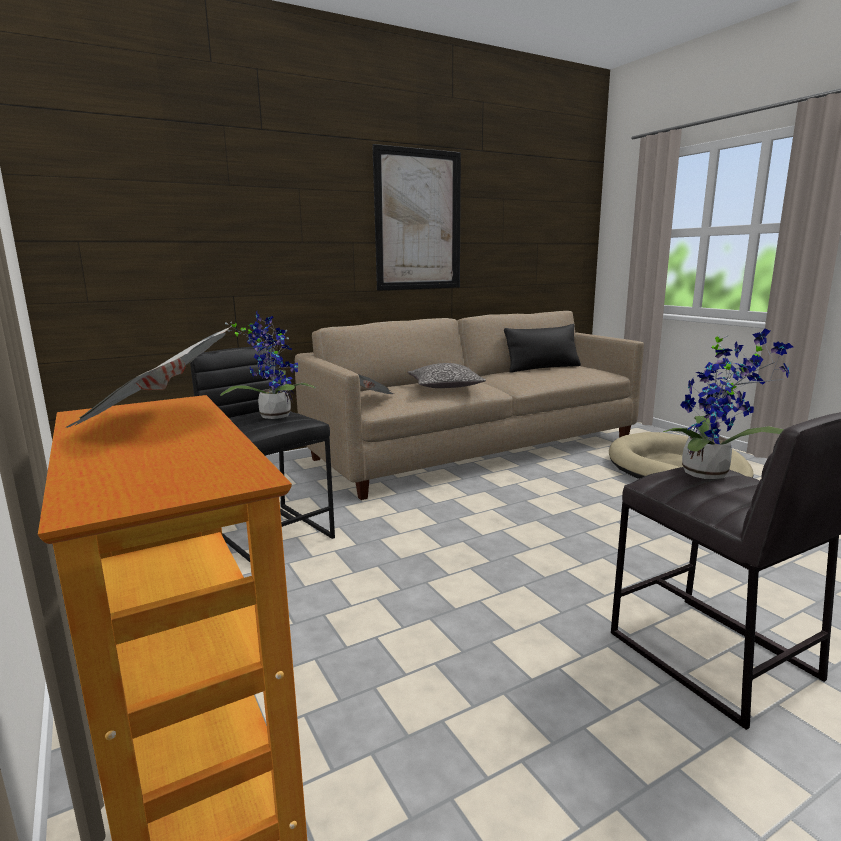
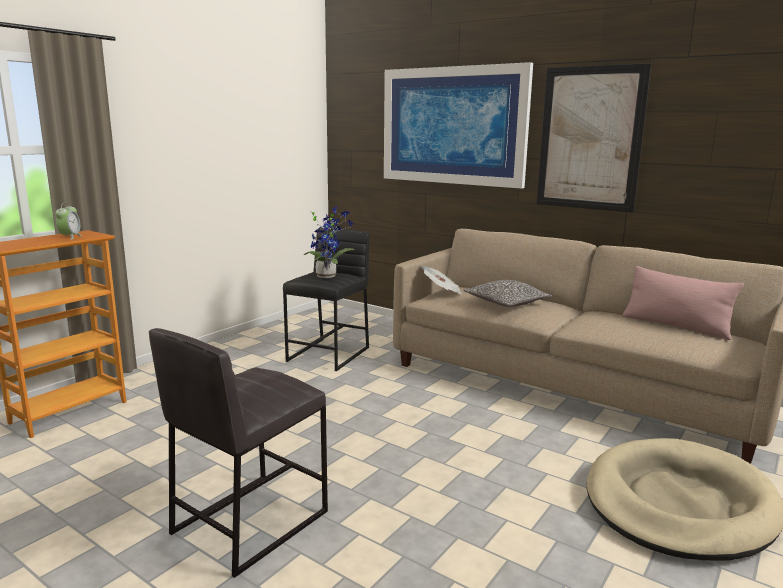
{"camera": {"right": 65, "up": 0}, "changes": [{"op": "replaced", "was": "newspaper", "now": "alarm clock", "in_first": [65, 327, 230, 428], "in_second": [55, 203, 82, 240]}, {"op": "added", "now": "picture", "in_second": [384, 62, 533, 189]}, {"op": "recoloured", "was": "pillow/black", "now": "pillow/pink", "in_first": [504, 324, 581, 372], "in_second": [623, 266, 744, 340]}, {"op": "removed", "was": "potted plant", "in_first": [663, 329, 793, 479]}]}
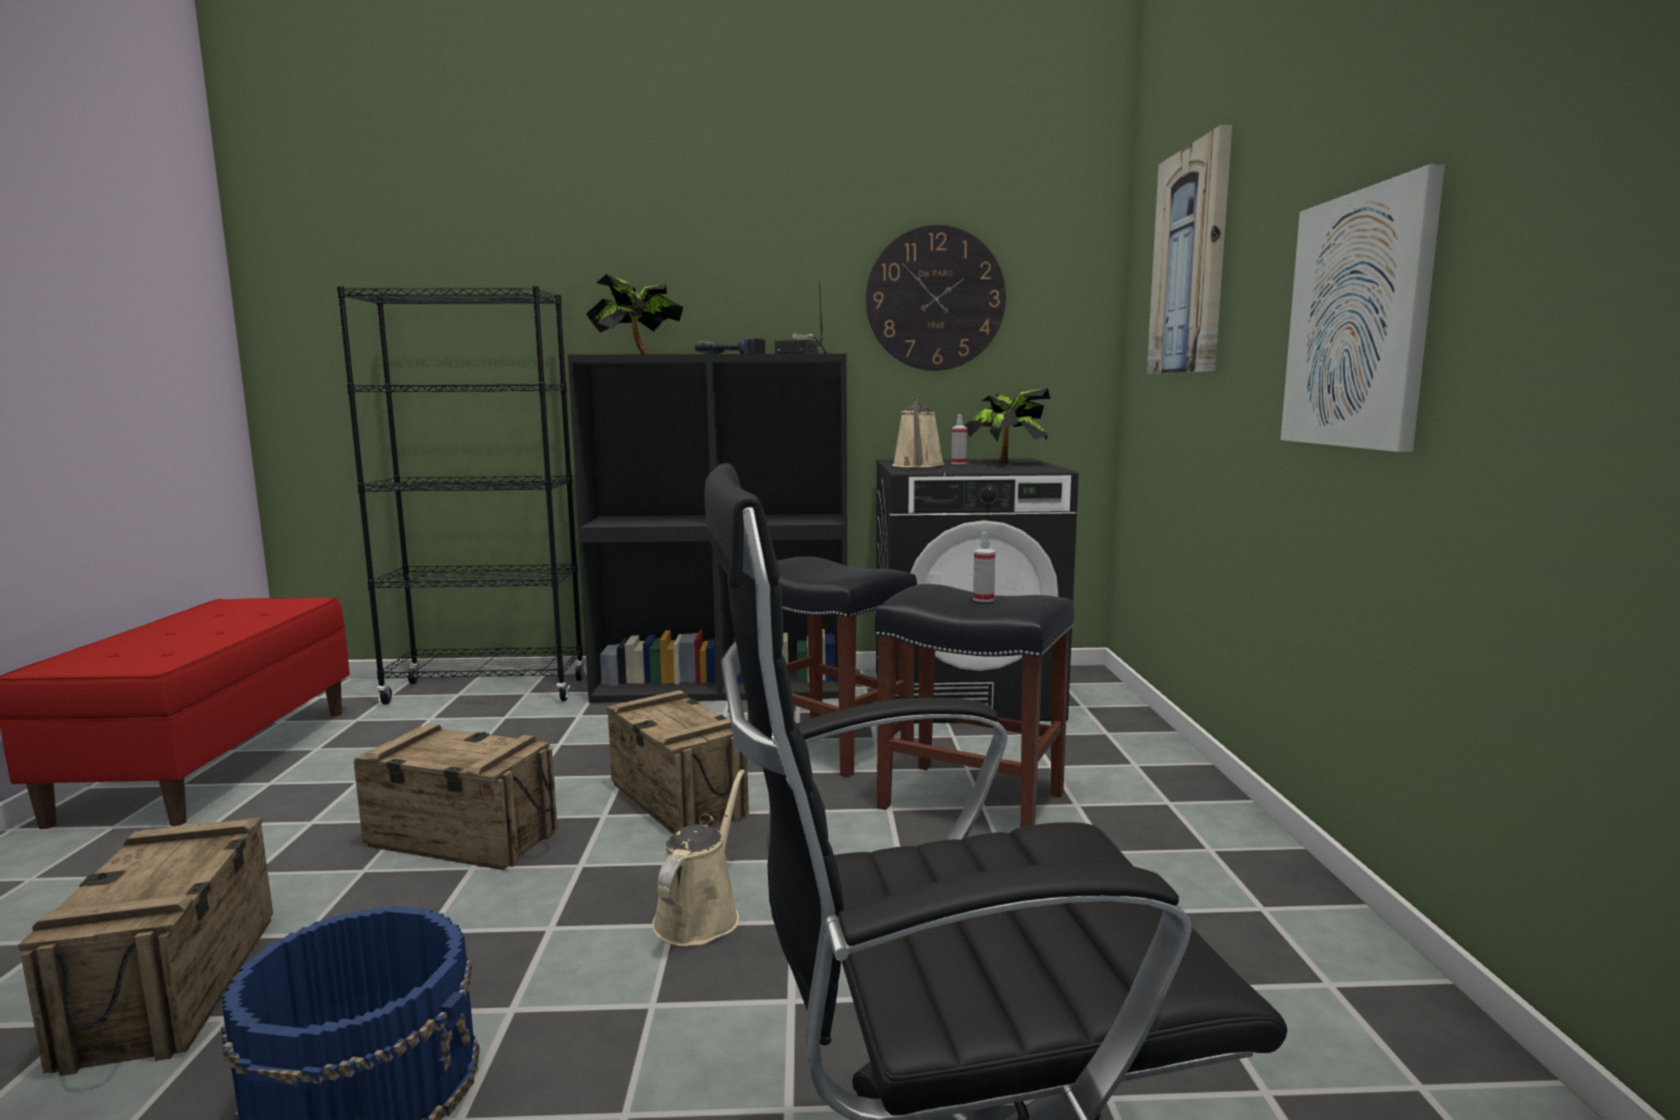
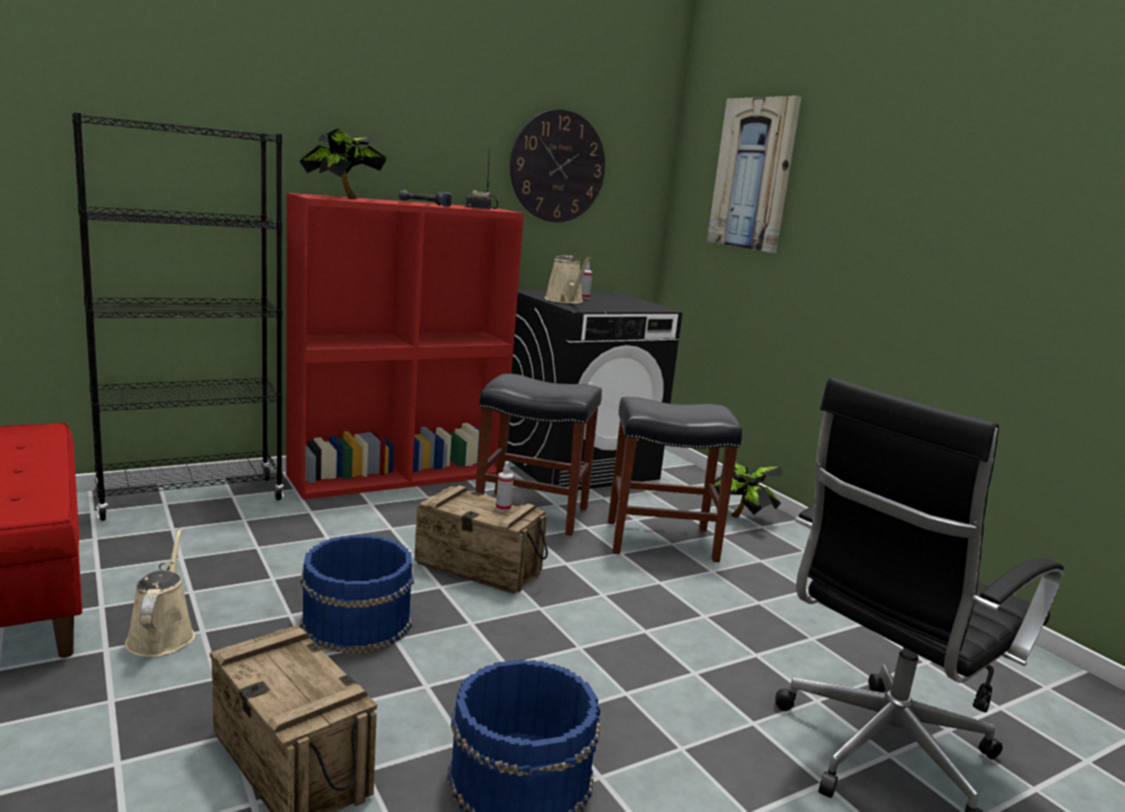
{"camera": {"right": -30, "up": 5}, "changes": [{"op": "moved", "was": "watering can/beige", "in_first": [652, 770, 745, 947], "in_second": [125, 528, 195, 657]}, {"op": "recoloured", "was": "bookcase/black", "now": "bookcase/red", "in_first": [568, 354, 847, 703], "in_second": [286, 193, 524, 500]}, {"op": "replaced", "was": "crate", "now": "bucket/blue", "in_first": [354, 724, 557, 870], "in_second": [300, 535, 414, 653]}, {"op": "moved", "was": "spray bottle", "in_first": [973, 532, 995, 602], "in_second": [496, 462, 514, 511]}, {"op": "moved", "was": "potted plant", "in_first": [964, 388, 1050, 463], "in_second": [714, 462, 782, 517]}, {"op": "removed", "was": "picture", "in_first": [1281, 164, 1445, 452]}]}
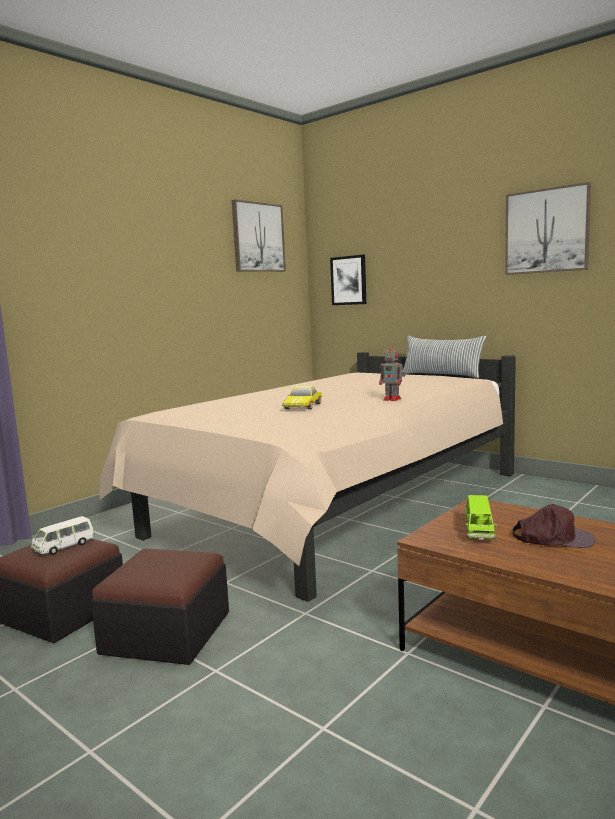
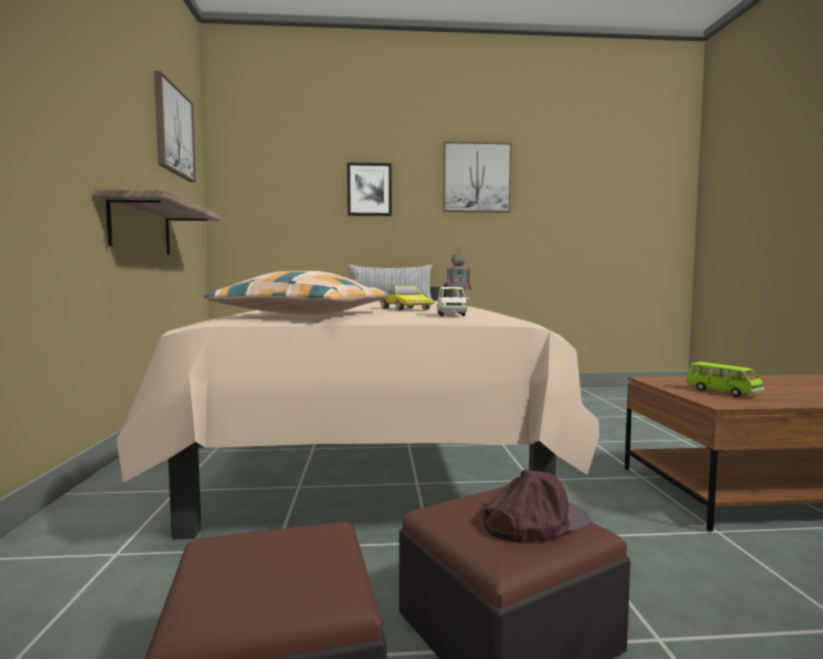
{"camera": {"right": -45, "up": -5}, "changes": [{"op": "added", "now": "shelf", "in_second": [95, 189, 222, 255]}, {"op": "added", "now": "pillow", "in_second": [204, 271, 390, 315]}, {"op": "moved", "was": "picture", "in_first": [330, 255, 366, 305], "in_second": [347, 162, 392, 216]}, {"op": "moved", "was": "toy car/white", "in_first": [31, 516, 95, 555], "in_second": [437, 287, 469, 316]}, {"op": "moved", "was": "cap/brown", "in_first": [513, 504, 595, 548], "in_second": [483, 470, 591, 543]}]}
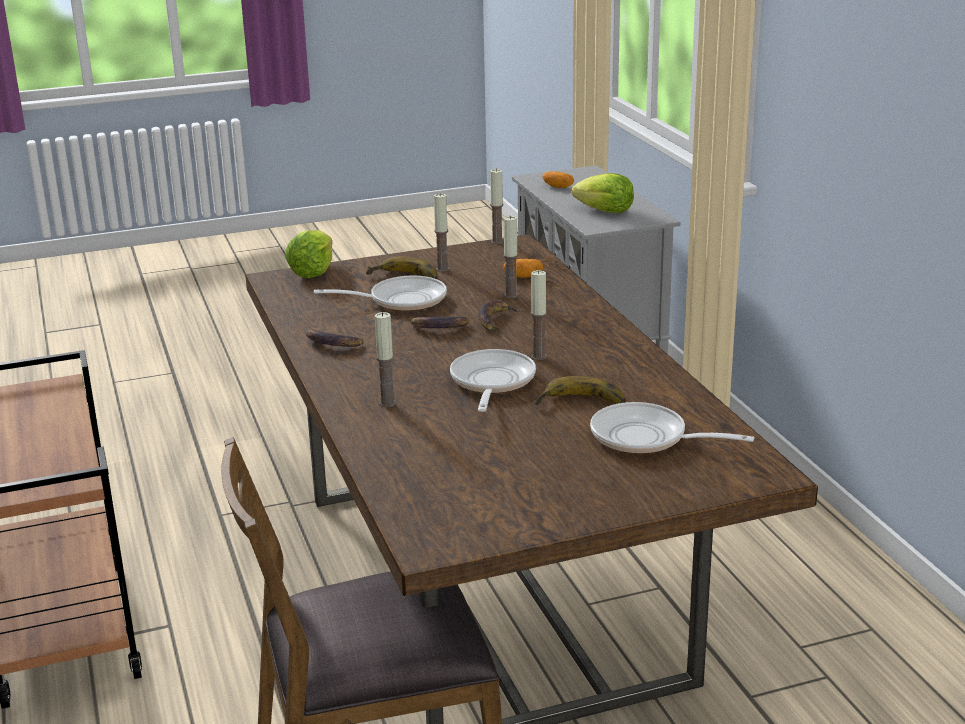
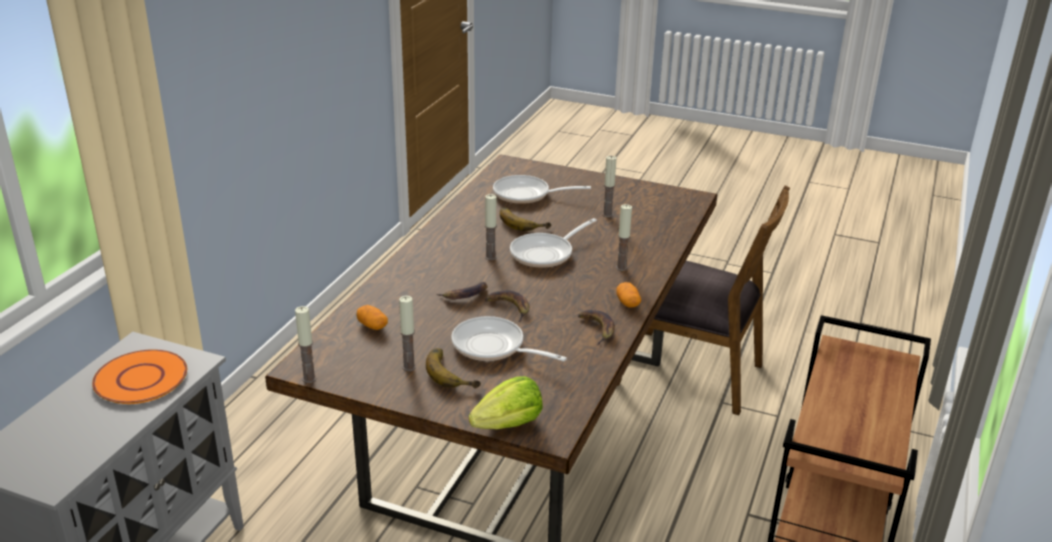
{"camera": {"right": -140, "up": 5}, "changes": [{"op": "replaced", "was": "lettuce", "now": "plate/orange", "in_first": [571, 173, 634, 213], "in_second": [92, 349, 187, 404]}, {"op": "turned", "was": "frying pan", "in_first": [590, 402, 754, 454], "in_second": [493, 175, 591, 204], "clockwise": 120}, {"op": "moved", "was": "candle", "in_first": [503, 216, 518, 298], "in_second": [602, 156, 617, 218]}, {"op": "moved", "was": "potato", "in_first": [542, 171, 574, 188], "in_second": [616, 282, 641, 308]}]}
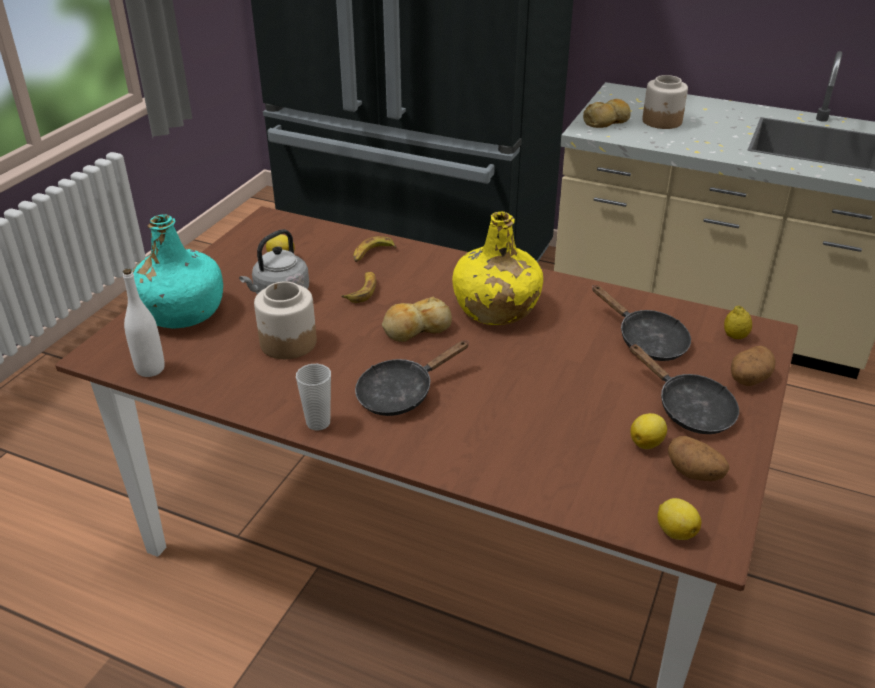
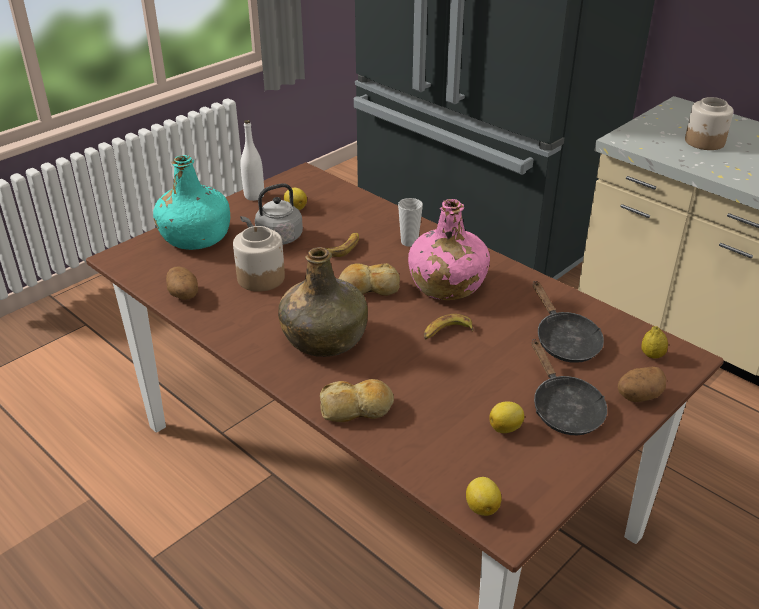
{"camera": {"right": 20, "up": 0}, "changes": [{"op": "moved", "was": "potato", "in_first": [668, 436, 730, 481], "in_second": [166, 266, 198, 300]}, {"op": "moved", "was": "bottle/white", "in_first": [123, 269, 165, 377], "in_second": [241, 120, 264, 201]}, {"op": "replaced", "was": "frying pan/black", "now": "bottle/green", "in_first": [355, 340, 469, 416], "in_second": [278, 247, 368, 357]}, {"op": "moved", "was": "bread", "in_first": [583, 99, 631, 128], "in_second": [320, 379, 394, 422]}, {"op": "moved", "was": "cup", "in_first": [296, 364, 331, 431], "in_second": [398, 198, 423, 247]}, {"op": "recoloured", "was": "bottle/yellow", "now": "bottle/pink", "in_first": [452, 212, 543, 325], "in_second": [408, 199, 490, 300]}, {"op": "moved", "was": "banana", "in_first": [353, 236, 396, 262], "in_second": [424, 314, 474, 339]}]}
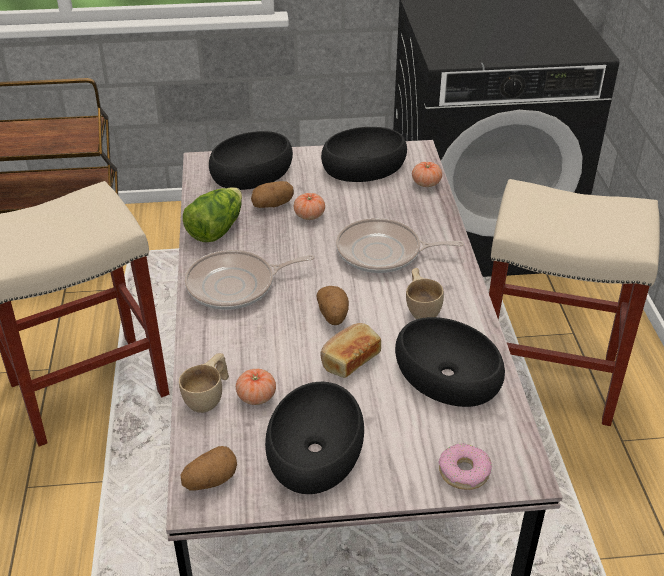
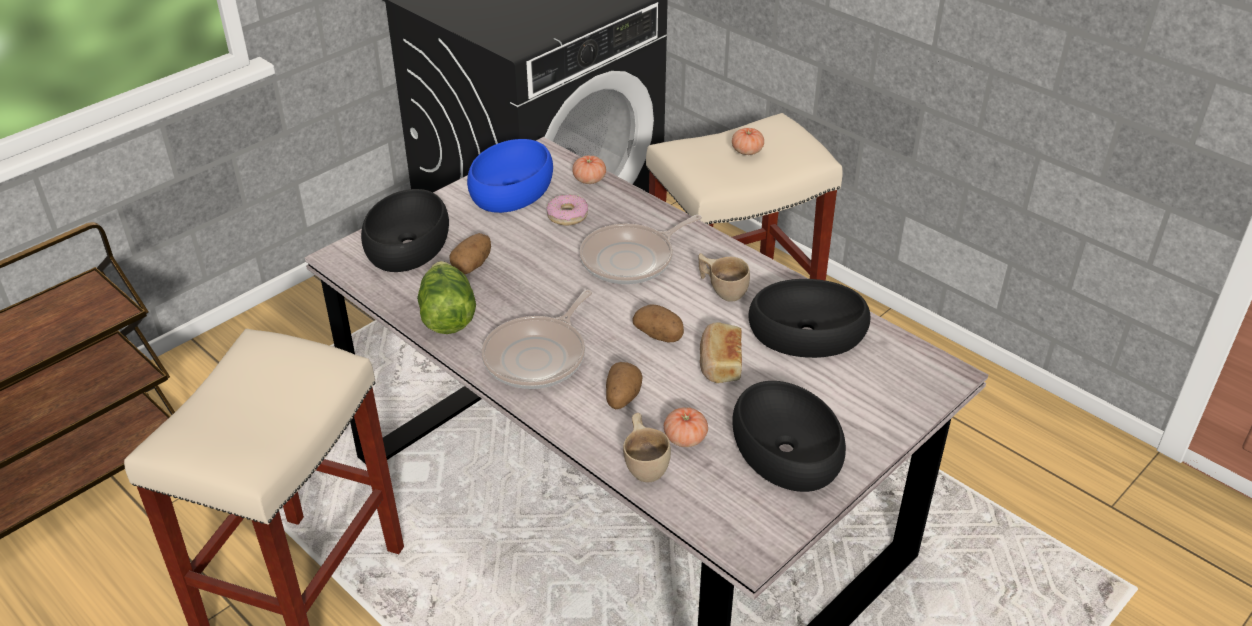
{"camera": {"right": -40, "up": 0}, "changes": [{"op": "recoloured", "was": "bowl/black", "now": "bowl/blue", "in_first": [321, 127, 407, 182], "in_second": [467, 139, 553, 213]}, {"op": "moved", "was": "donut", "in_first": [438, 443, 492, 490], "in_second": [546, 195, 588, 225]}, {"op": "moved", "was": "potato", "in_first": [181, 446, 237, 491], "in_second": [606, 362, 643, 409]}, {"op": "moved", "was": "tomato", "in_first": [294, 193, 325, 220], "in_second": [732, 128, 764, 155]}]}
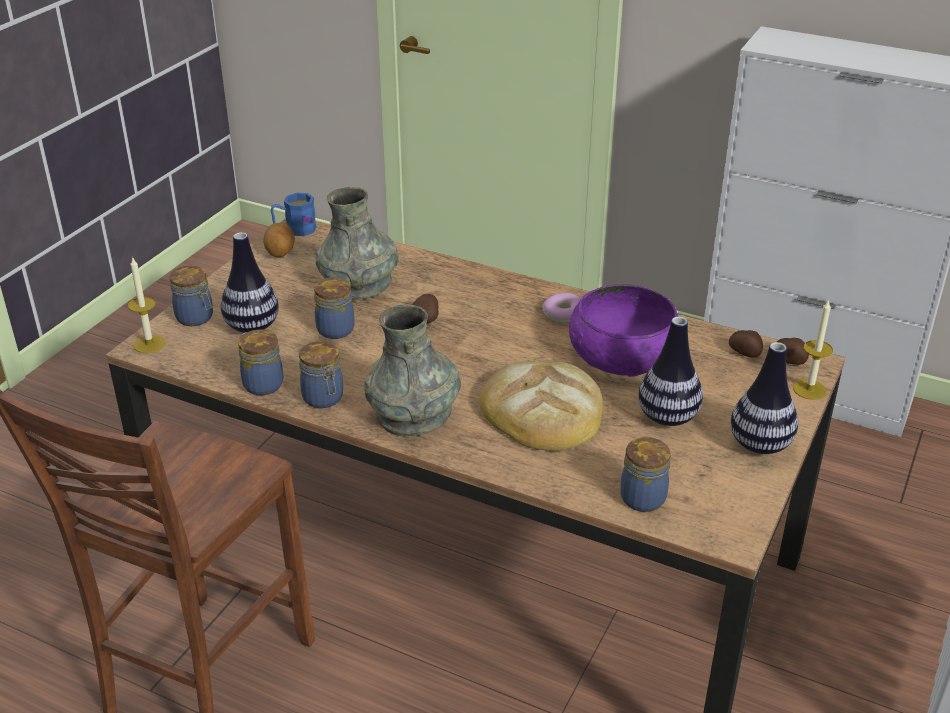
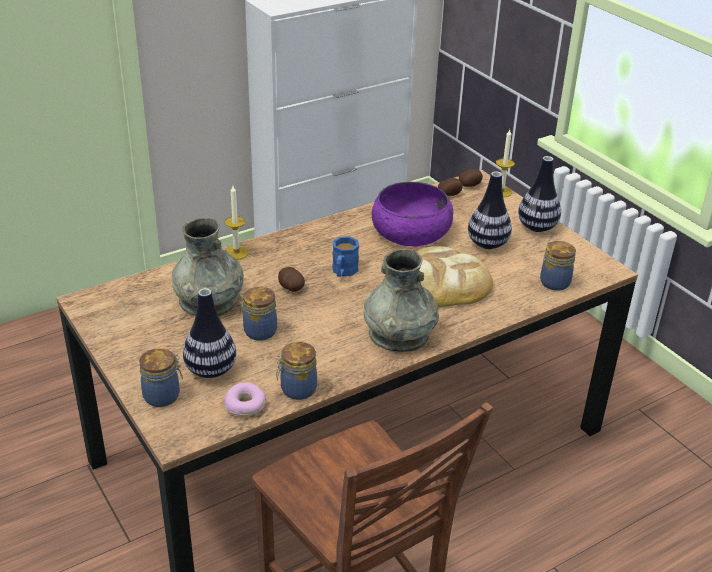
{"camera": {"right": -60, "up": 0}, "changes": [{"op": "moved", "was": "candle", "in_first": [128, 256, 166, 353], "in_second": [225, 186, 249, 259]}, {"op": "moved", "was": "donut", "in_first": [542, 293, 581, 324], "in_second": [225, 383, 266, 416]}, {"op": "moved", "was": "mug/blue", "in_first": [271, 193, 317, 236], "in_second": [332, 236, 359, 277]}, {"op": "removed", "was": "potato", "in_first": [263, 223, 295, 257]}, {"op": "removed", "was": "jar", "in_first": [299, 341, 343, 408]}]}
